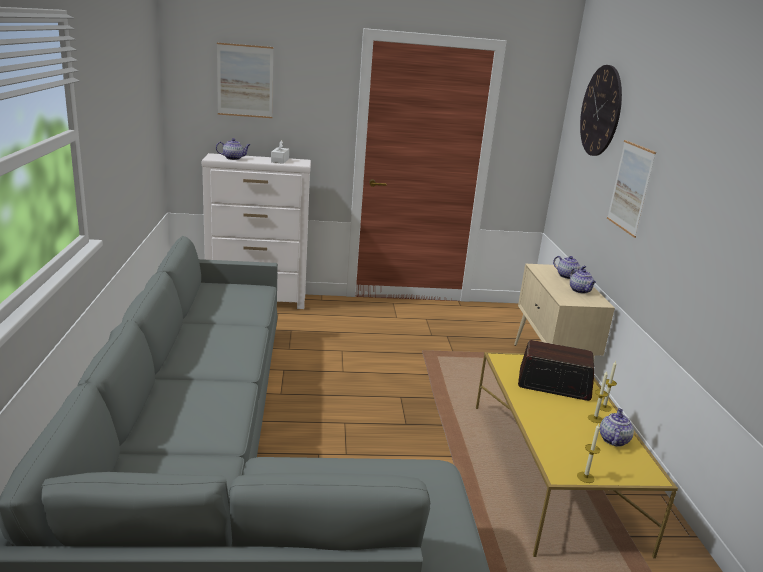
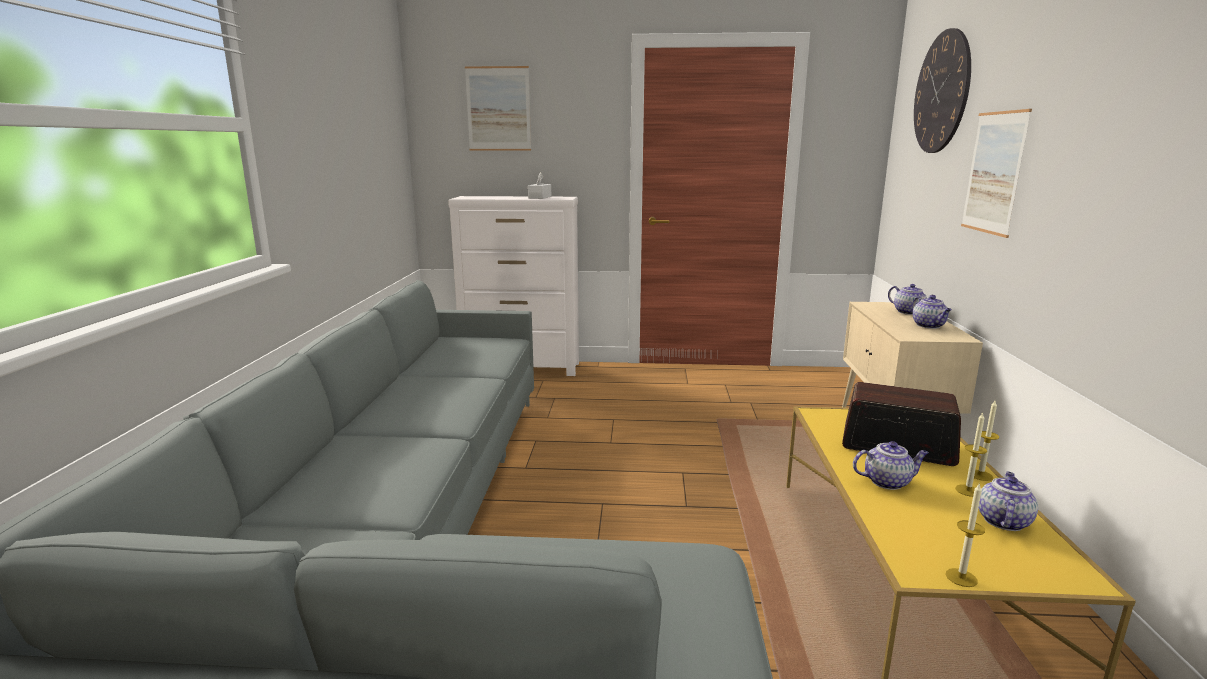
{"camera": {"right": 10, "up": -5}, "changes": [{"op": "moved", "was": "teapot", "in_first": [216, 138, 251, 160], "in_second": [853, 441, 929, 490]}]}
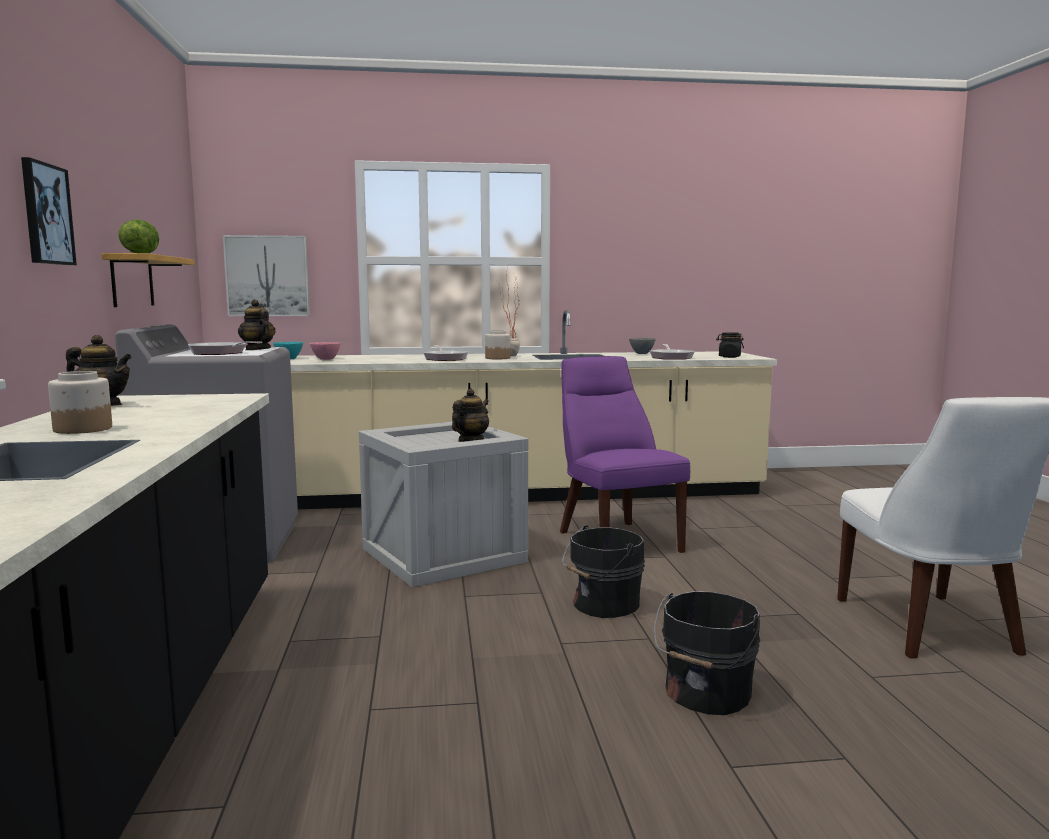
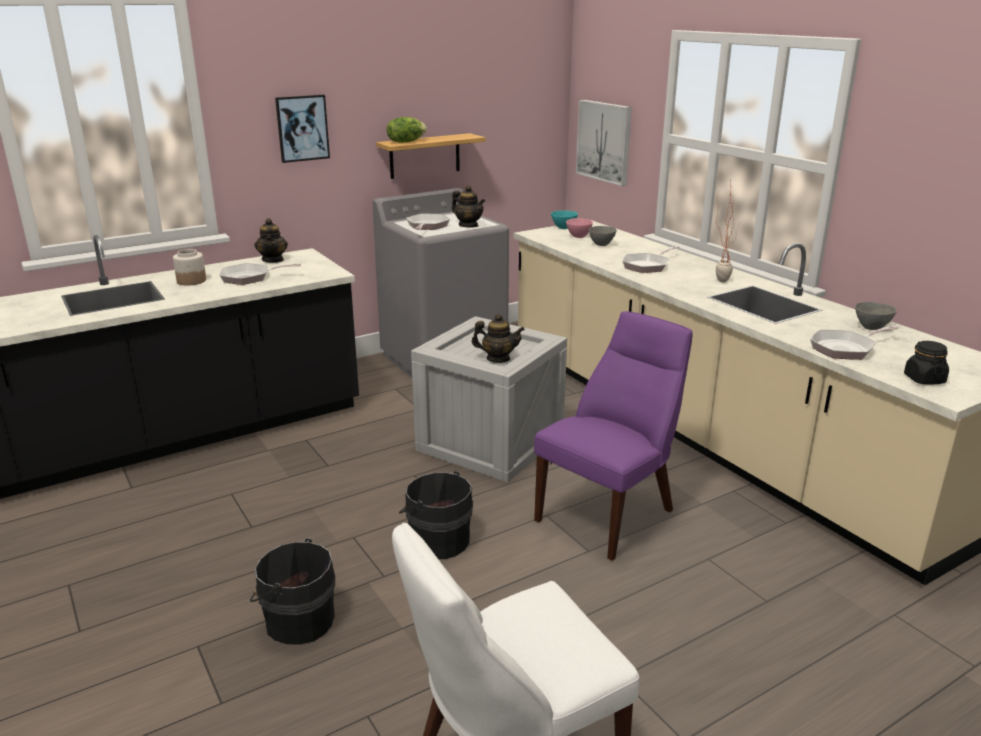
{"camera": {"right": 65, "up": 15}, "changes": [{"op": "added", "now": "frying pan", "in_second": [220, 263, 301, 285]}, {"op": "turned", "was": "teapot", "in_first": [238, 300, 276, 350], "in_second": [452, 186, 485, 228], "clockwise": 105}, {"op": "added", "now": "bowl/grey", "in_second": [589, 226, 617, 246]}, {"op": "removed", "was": "jar", "in_first": [485, 330, 511, 359]}]}
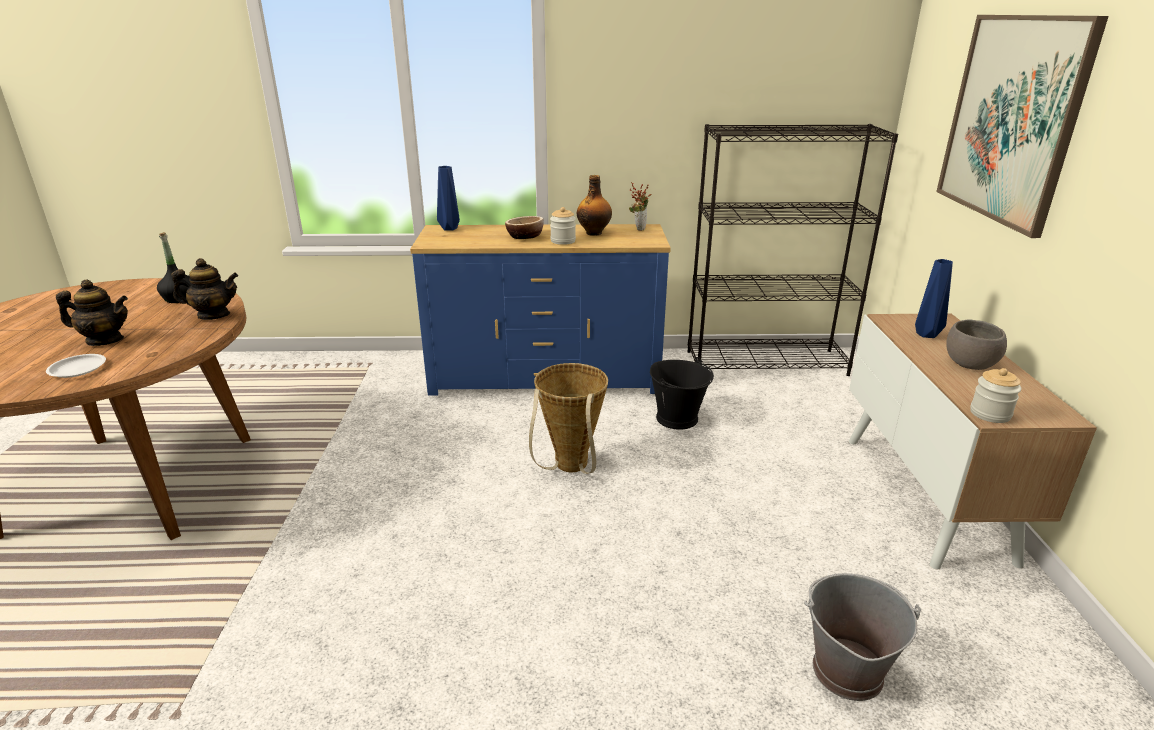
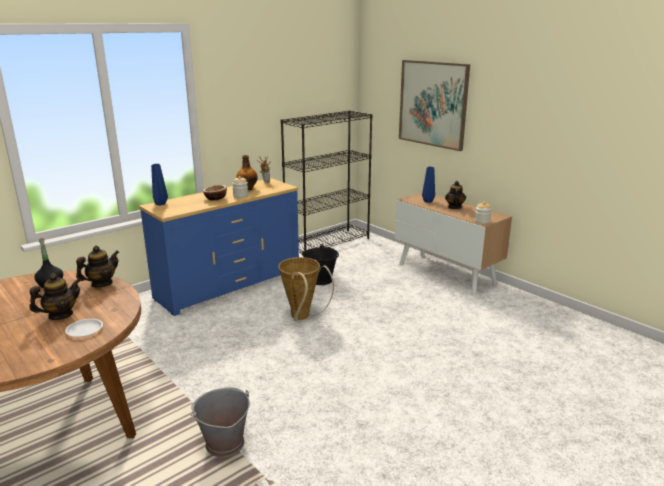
{"camera": {"right": -40, "up": -5}, "changes": [{"op": "moved", "was": "bucket/grey", "in_first": [804, 573, 921, 701], "in_second": [191, 387, 250, 457]}, {"op": "replaced", "was": "bowl/grey", "now": "teapot", "in_first": [946, 320, 1007, 370], "in_second": [445, 181, 466, 209]}]}
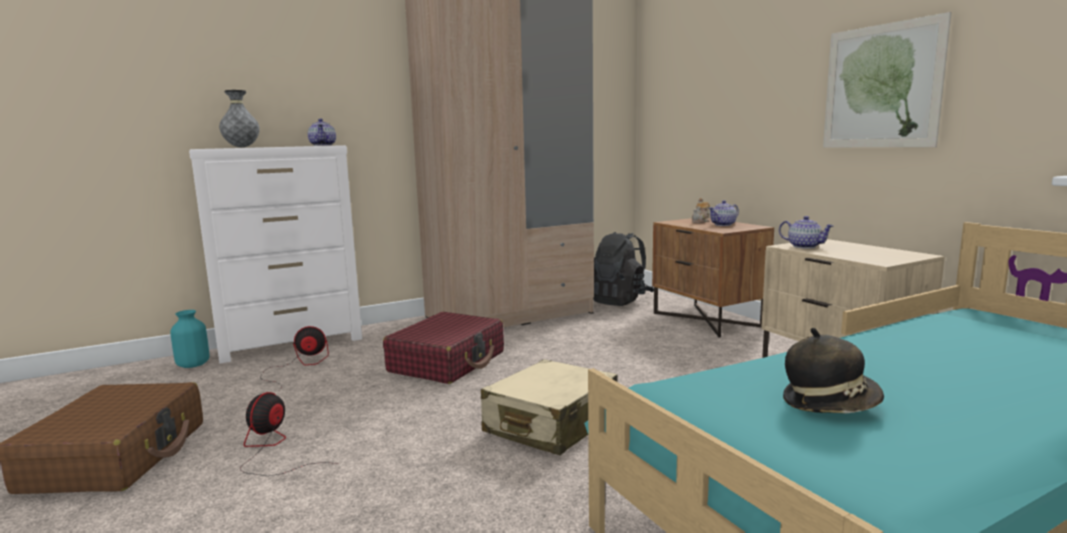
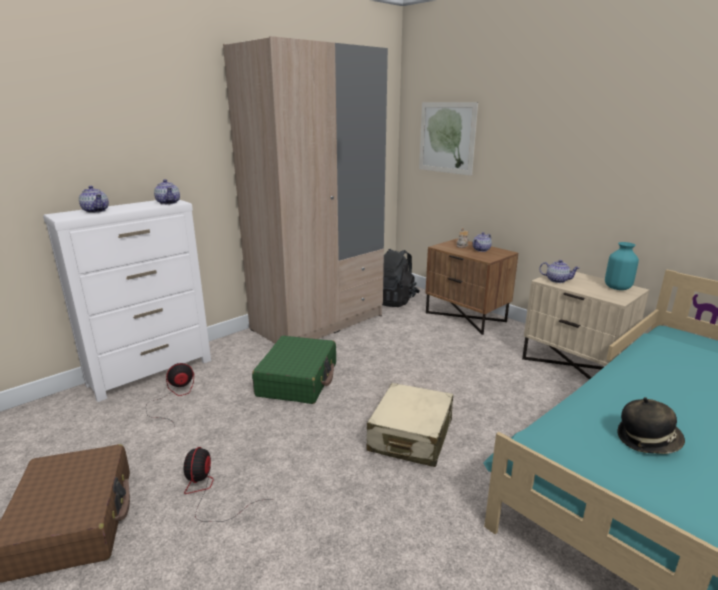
{"camera": {"right": -15, "up": 10}, "changes": [{"op": "replaced", "was": "vase/grey", "now": "teapot", "in_first": [219, 90, 260, 147], "in_second": [79, 186, 109, 213]}, {"op": "recoloured", "was": "suitcase/red", "now": "suitcase/green", "in_first": [383, 312, 504, 384], "in_second": [252, 336, 336, 404]}, {"op": "moved", "was": "picture", "in_first": [823, 12, 951, 147], "in_second": [419, 102, 478, 176]}, {"op": "moved", "was": "vase/turquoise", "in_first": [170, 310, 209, 368], "in_second": [605, 242, 639, 290]}]}
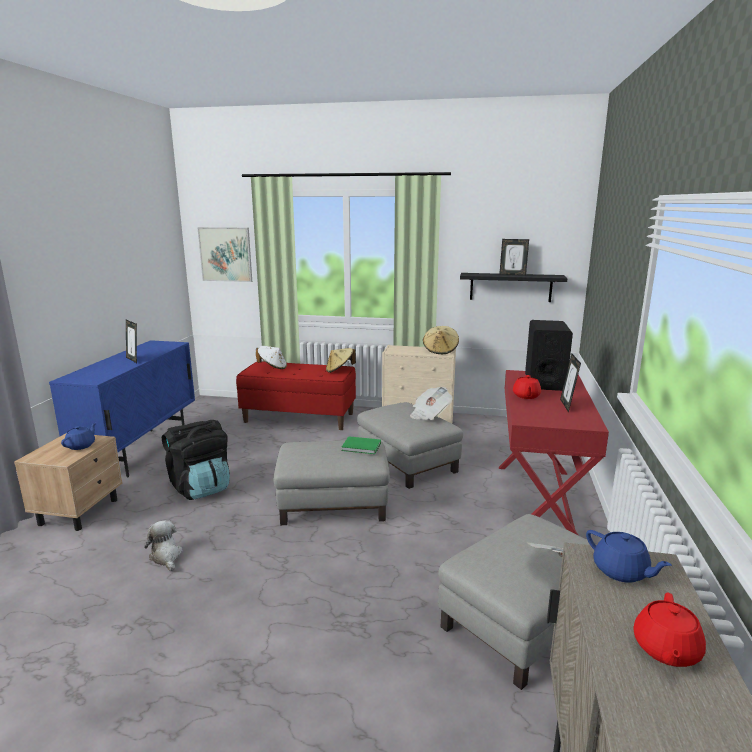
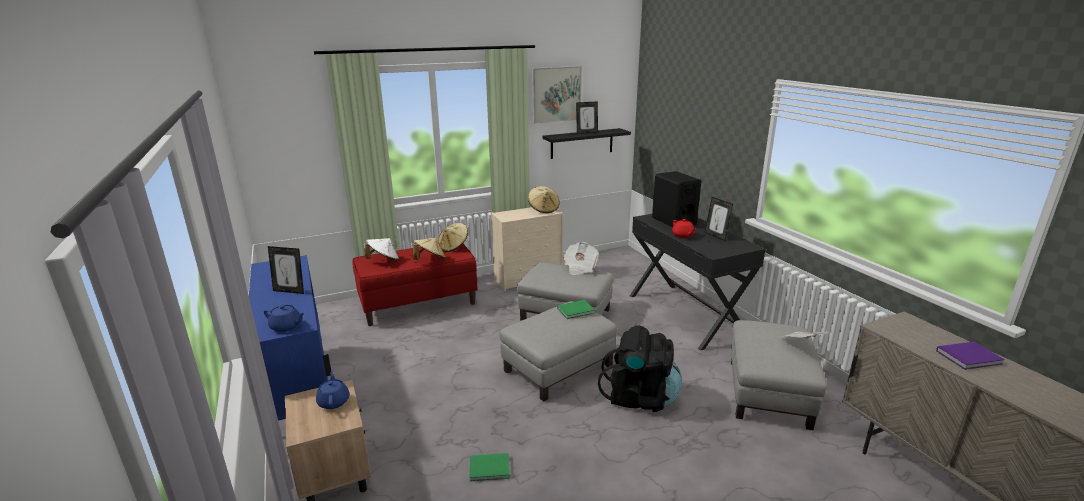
{"camera": {"right": -35, "up": 5}, "changes": [{"op": "moved", "was": "teapot/blue", "in_first": [586, 530, 672, 583], "in_second": [264, 305, 305, 332]}, {"op": "added", "now": "hat/beige", "in_second": [412, 238, 446, 260]}, {"op": "replaced", "was": "plush toy", "now": "book/green", "in_first": [144, 520, 183, 571], "in_second": [469, 453, 510, 482]}, {"op": "moved", "was": "picture", "in_first": [197, 227, 252, 282], "in_second": [532, 66, 582, 124]}, {"op": "moved", "was": "backpack/black", "in_first": [162, 420, 230, 500], "in_second": [598, 326, 682, 412]}, {"op": "recoloured", "was": "desk/red", "now": "desk/black", "in_first": [499, 370, 609, 536], "in_second": [630, 214, 766, 351]}, {"op": "replaced", "was": "teapot/red", "now": "book/purple", "in_first": [633, 593, 706, 667], "in_second": [936, 342, 1005, 370]}]}
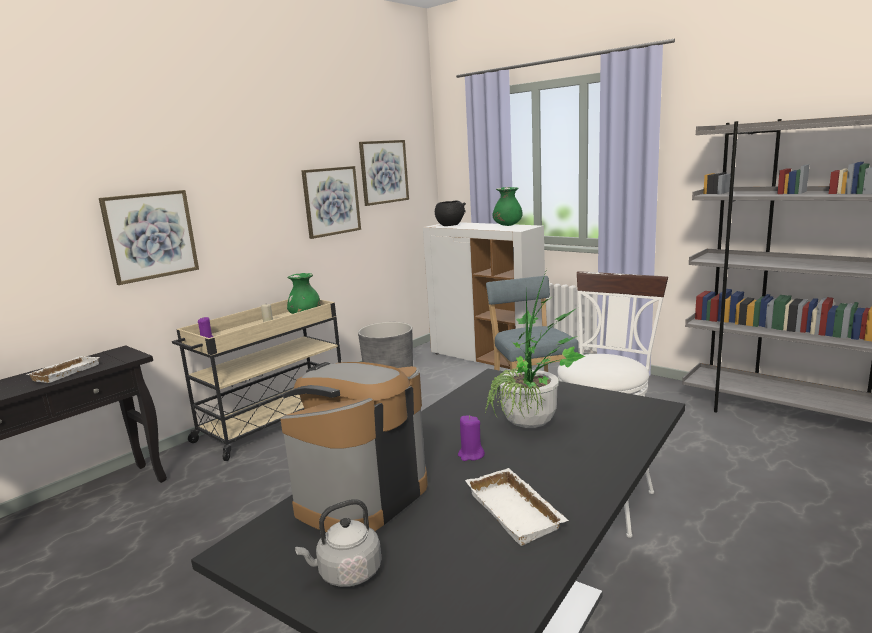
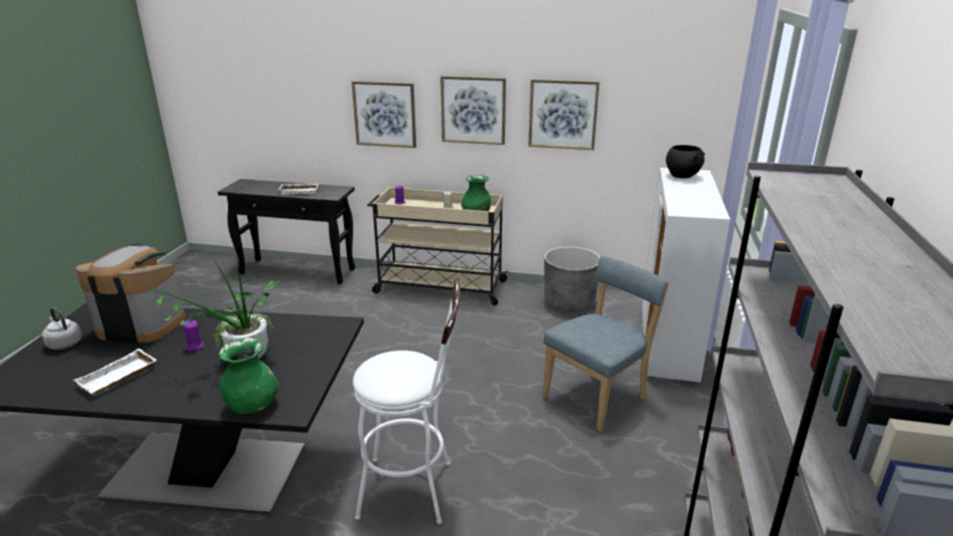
{"camera": {"right": 60, "up": 10}, "changes": [{"op": "moved", "was": "vase/green", "in_first": [492, 187, 523, 226], "in_second": [218, 337, 279, 414]}, {"op": "moved", "was": "picture", "in_first": [359, 140, 409, 206], "in_second": [440, 76, 506, 145]}]}
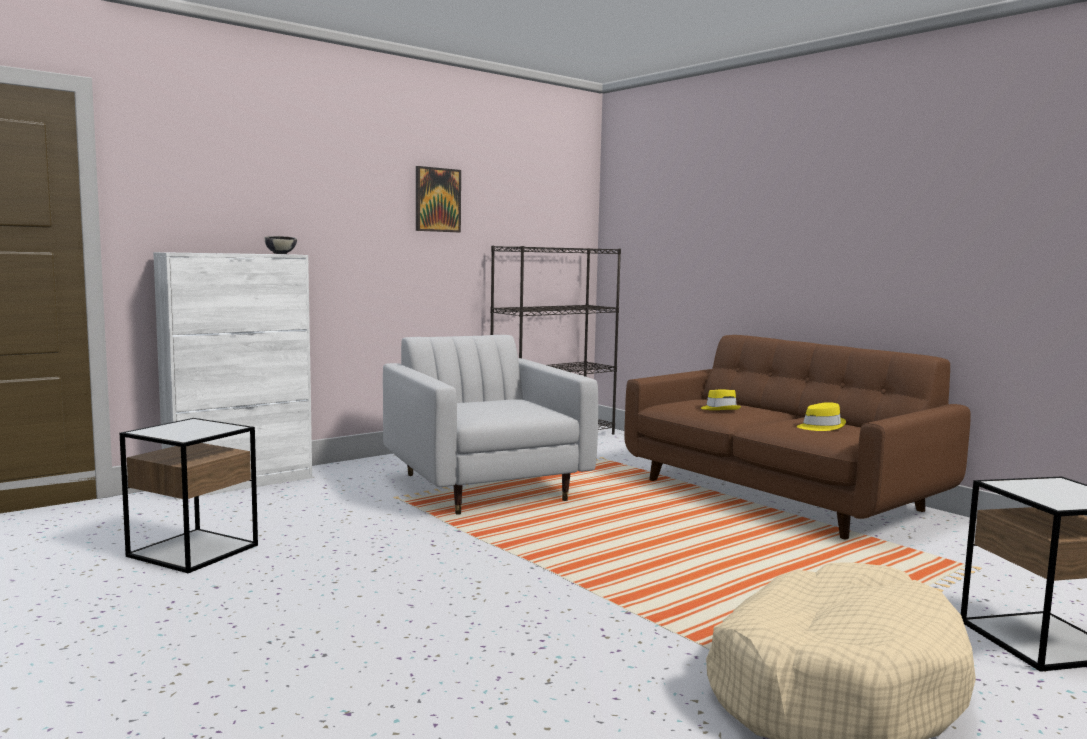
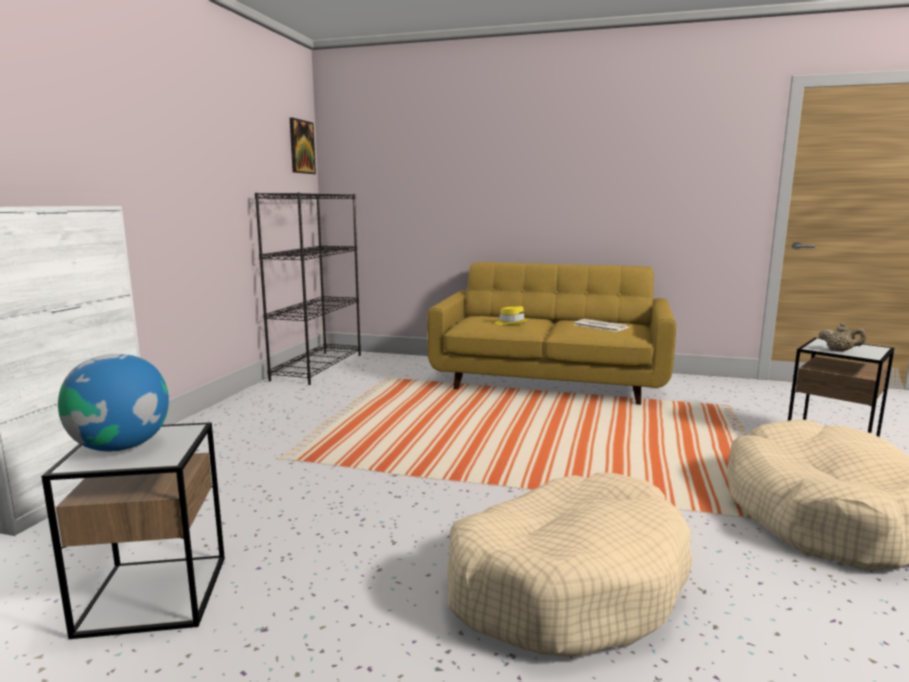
{"camera": {"right": -35, "up": 5}, "changes": [{"op": "added", "now": "globe", "in_second": [58, 354, 169, 451]}, {"op": "moved", "was": "picture", "in_first": [416, 166, 461, 232], "in_second": [290, 118, 316, 174]}, {"op": "recoloured", "was": "sofa/brown", "now": "sofa/yellow", "in_first": [624, 335, 971, 540], "in_second": [427, 262, 676, 405]}, {"op": "added", "now": "dog bed/beige", "in_second": [447, 472, 692, 657]}, {"op": "replaced", "was": "hat/yellow", "now": "newspaper", "in_first": [797, 402, 846, 431], "in_second": [574, 319, 629, 332]}, {"op": "added", "now": "teapot/beige", "in_second": [819, 323, 867, 351]}, {"op": "removed", "was": "bowl", "in_first": [264, 236, 297, 254]}, {"op": "removed", "was": "armchair/white", "in_first": [383, 335, 598, 515]}]}
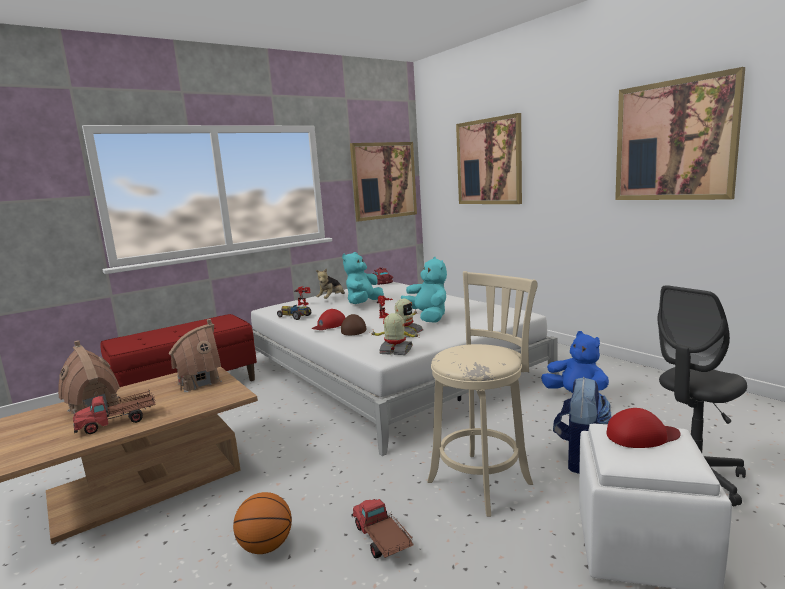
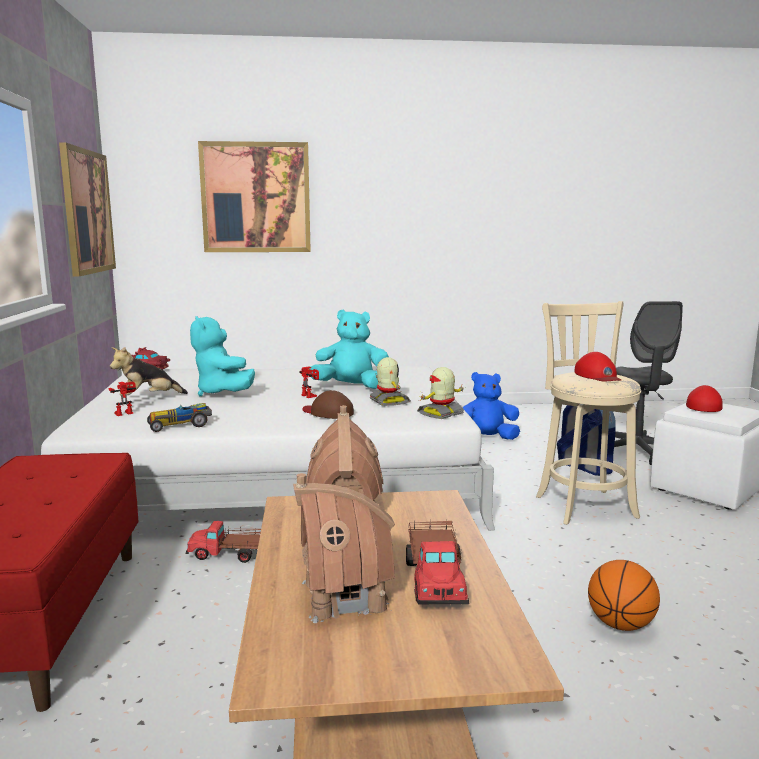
{"camera": {"right": -60, "up": 0}, "changes": [{"op": "turned", "was": "plush toy", "in_first": [316, 268, 345, 299], "in_second": [110, 347, 188, 395], "clockwise": 90}, {"op": "moved", "was": "toy truck", "in_first": [351, 499, 414, 558], "in_second": [186, 521, 261, 563]}, {"op": "moved", "was": "cap/red", "in_first": [312, 309, 345, 330], "in_second": [574, 352, 621, 382]}, {"op": "removed", "was": "picture", "in_first": [615, 67, 745, 200]}]}
